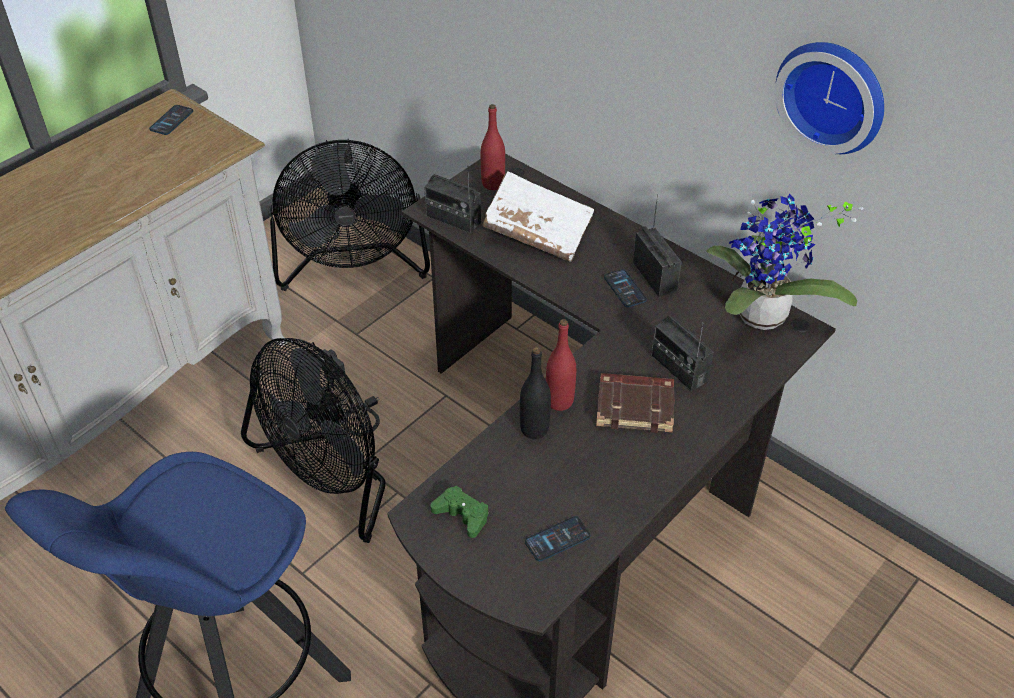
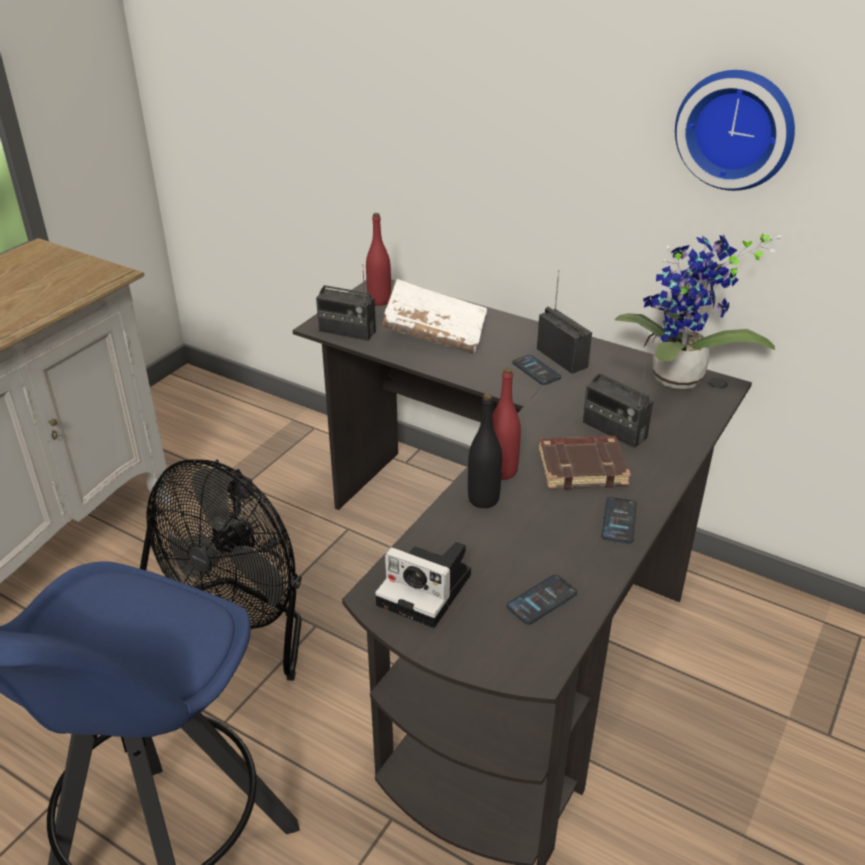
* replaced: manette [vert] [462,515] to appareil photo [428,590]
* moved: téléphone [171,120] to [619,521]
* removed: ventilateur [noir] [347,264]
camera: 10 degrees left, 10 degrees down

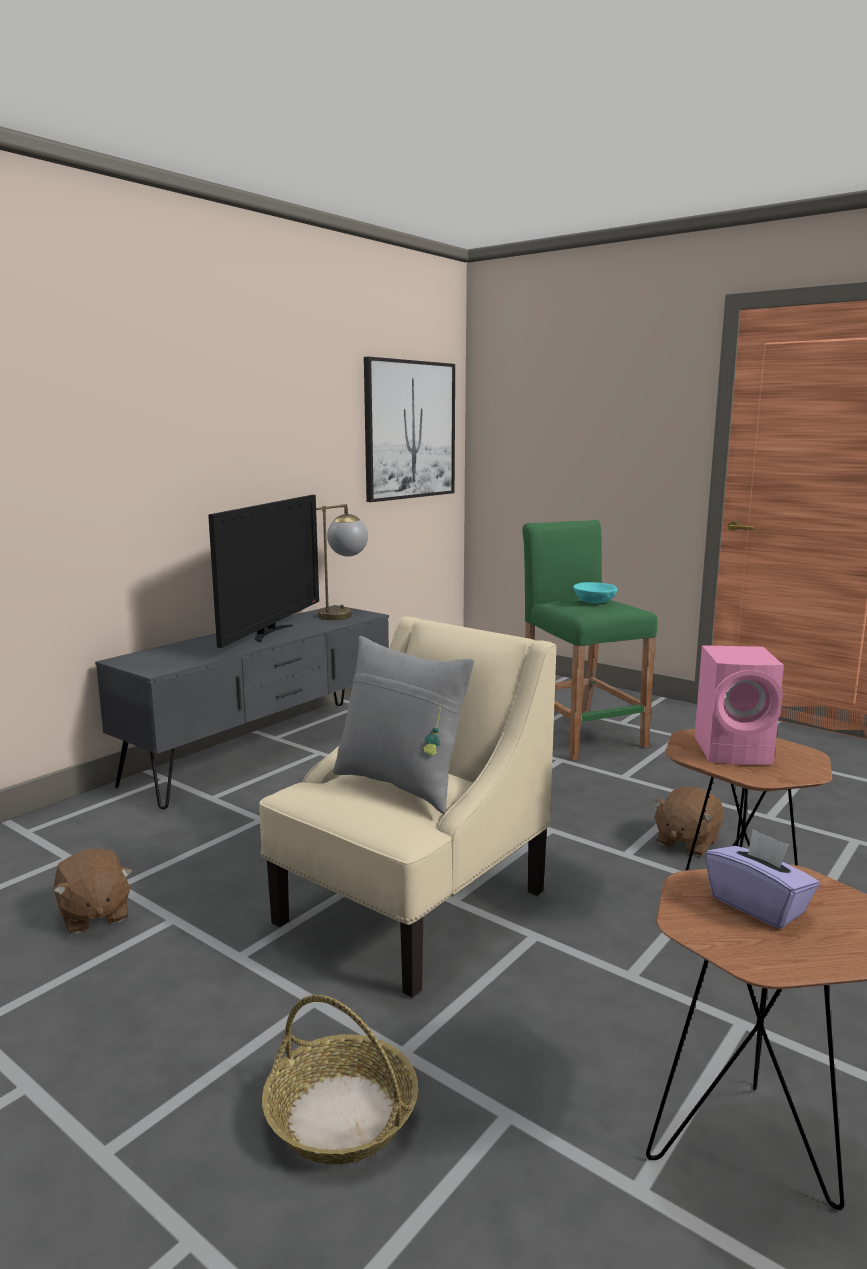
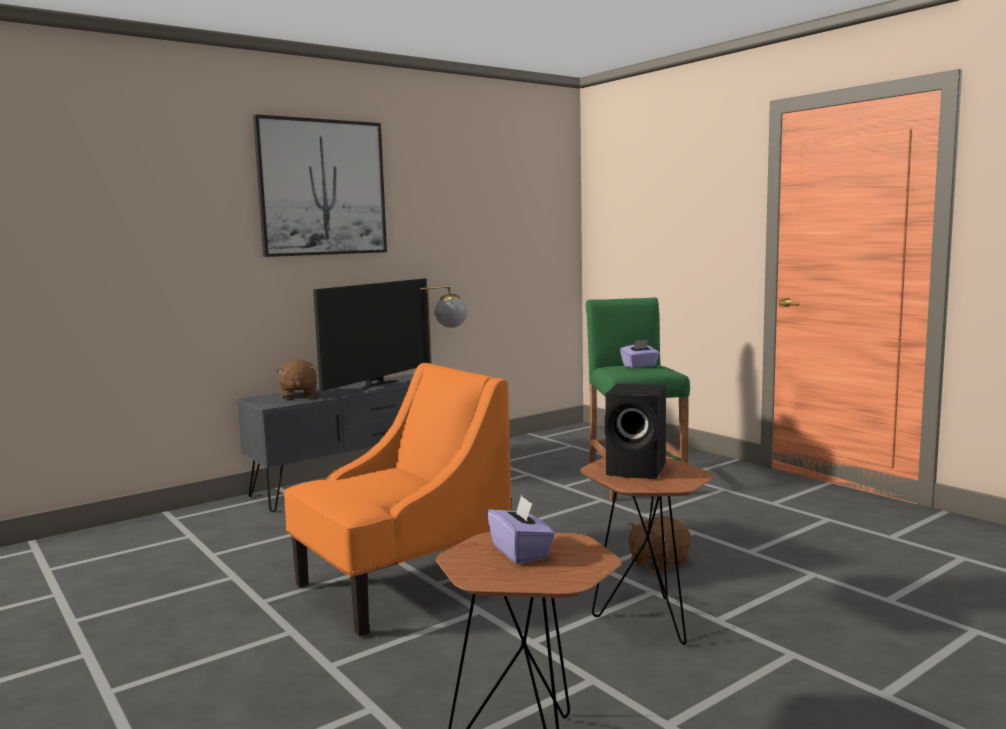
* moved: tableau [410,430] to [322,188]
* moved: peluche [marron] [94,915] to [298,395]
* recoloured: fauteuil [beige] [411,909] to fauteuil [orange] [401,586]
* recoloured: enceinte [rose] [735,751] to enceinte [noir] [638,470]
* replaced: bol [turquoise] [594,602] to boîte à mouchoirs [violet] [640,366]
* removed: panier [340,1115]
* removed: coussin [gris] [400,786]
camera: 15 degrees right, 5 degrees down

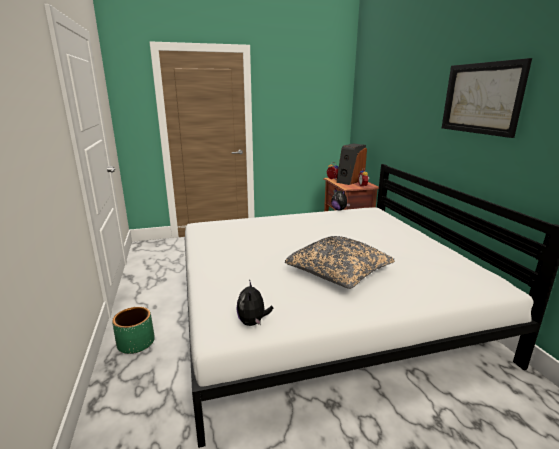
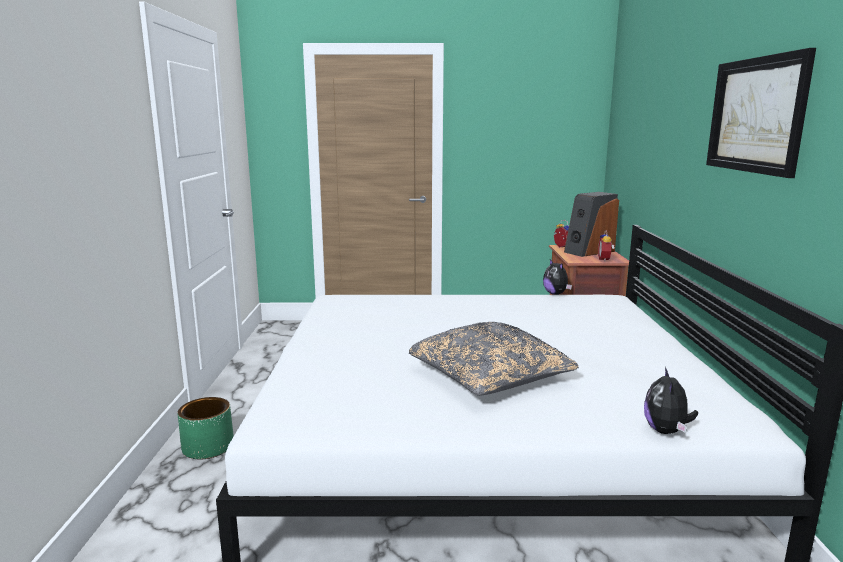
* moved: peluche [253,322] to [666,431]
camera: 15 degrees right, 5 degrees down

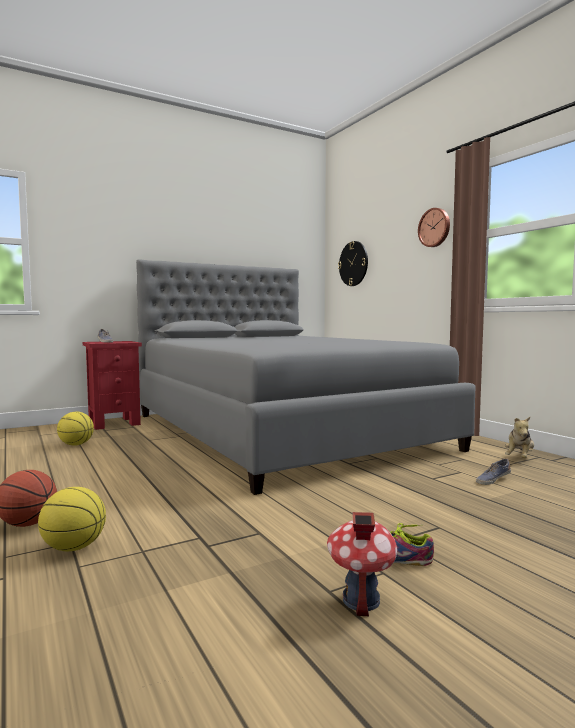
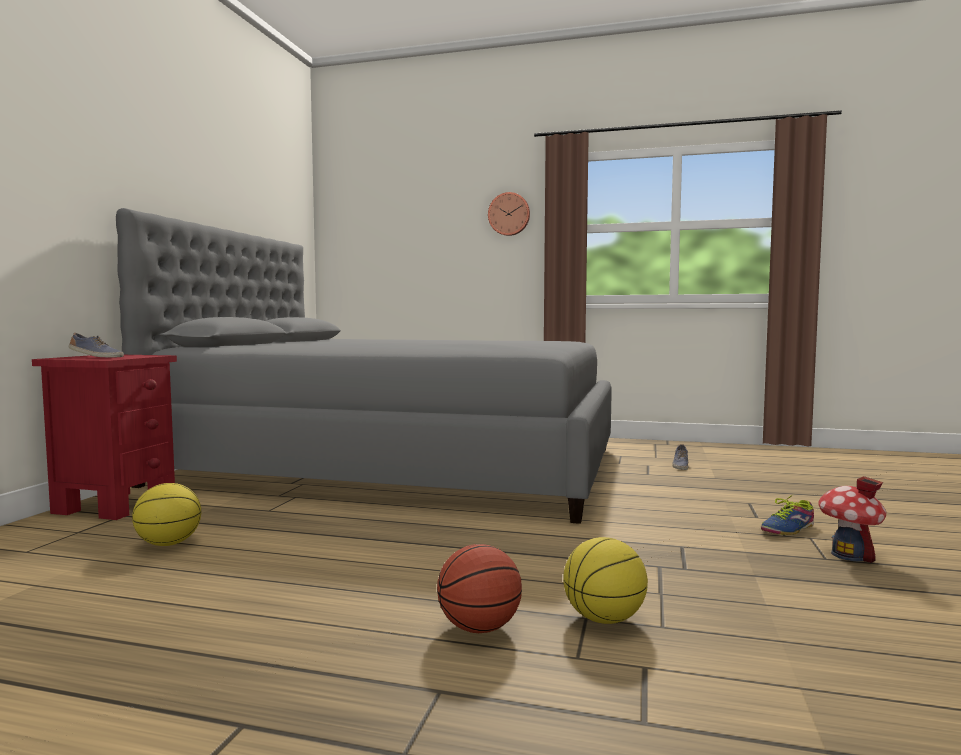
* removed: horloge murale [353,263]
* removed: peluche [519,458]
camera: 45 degrees left, 0 degrees up

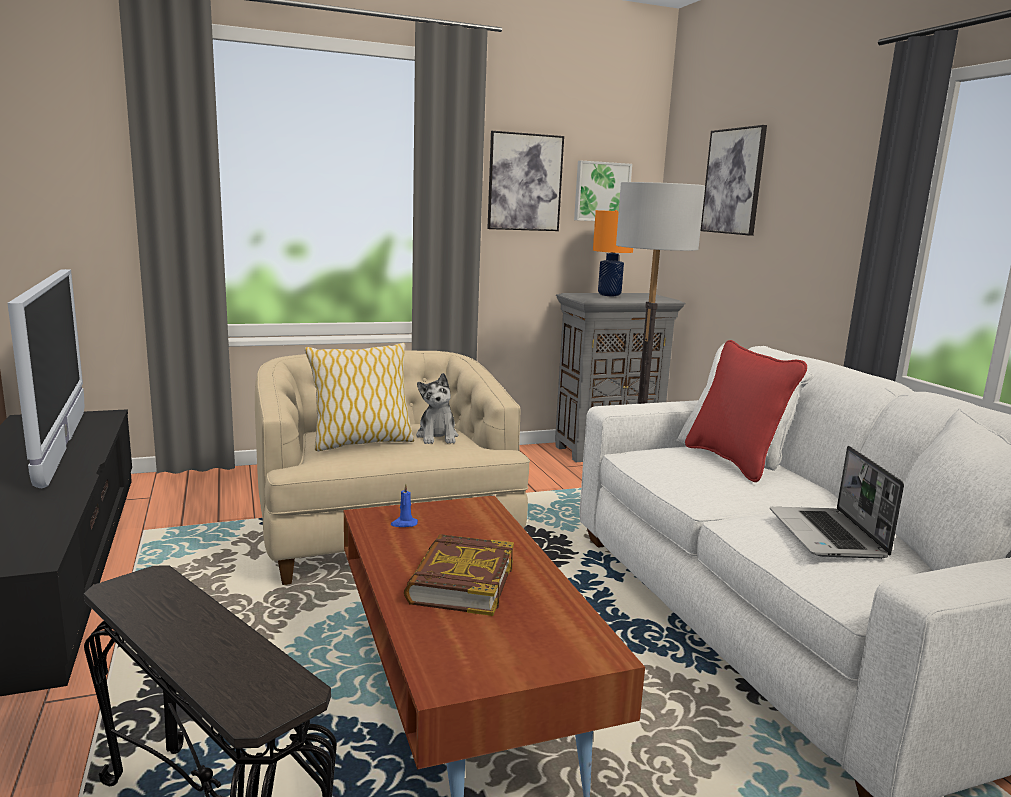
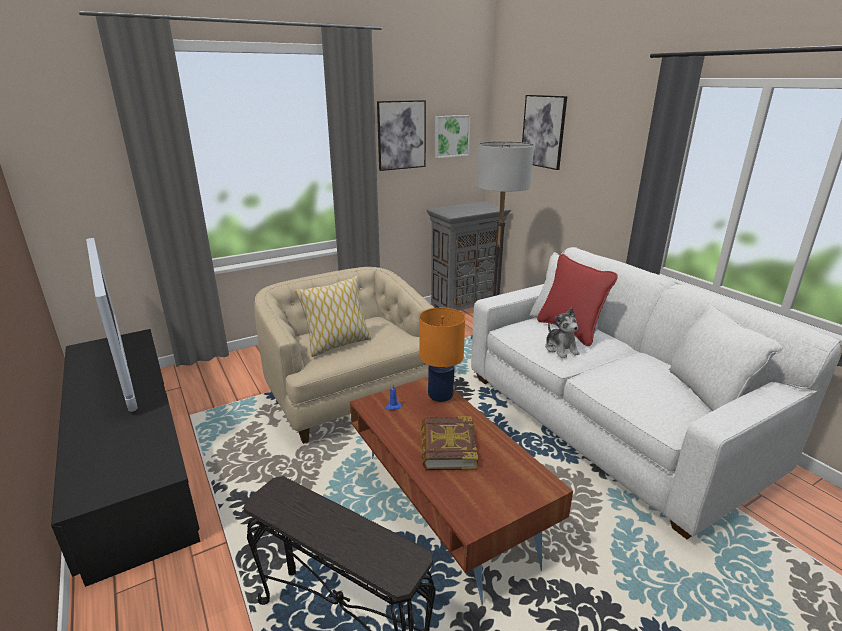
* moved: lampe de table [orange] [609,295] to [440,397]
* moved: peluche [437,436] to [560,349]
* removed: ordinateur portable [828,535]
camera: 10 degrees left, 10 degrees up

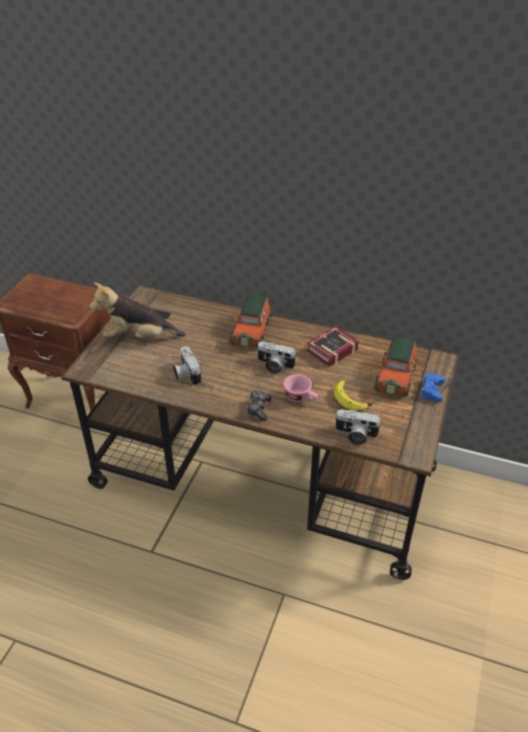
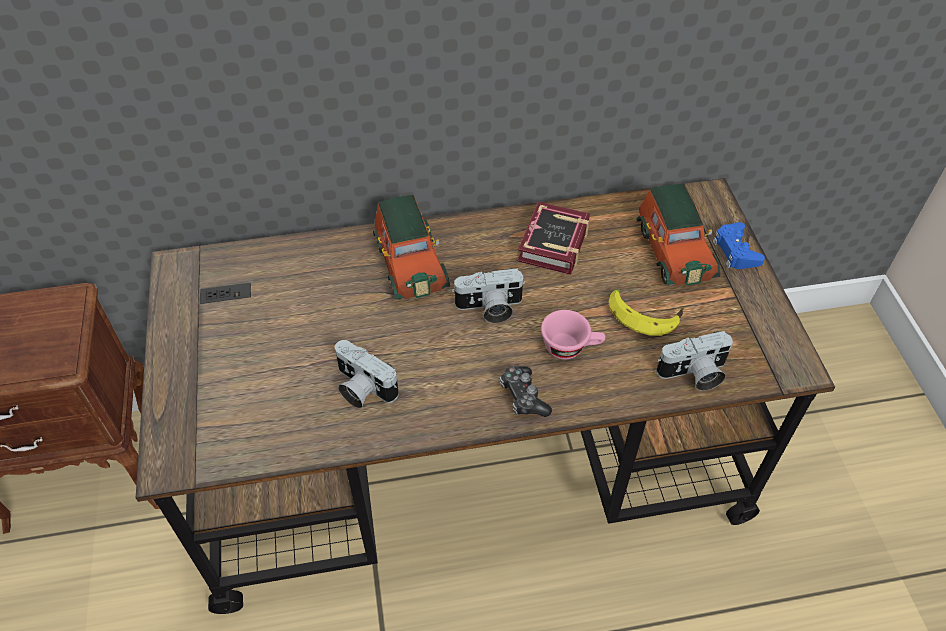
* removed: peluche [139,337]
camera: 30 degrees left, 10 degrees up

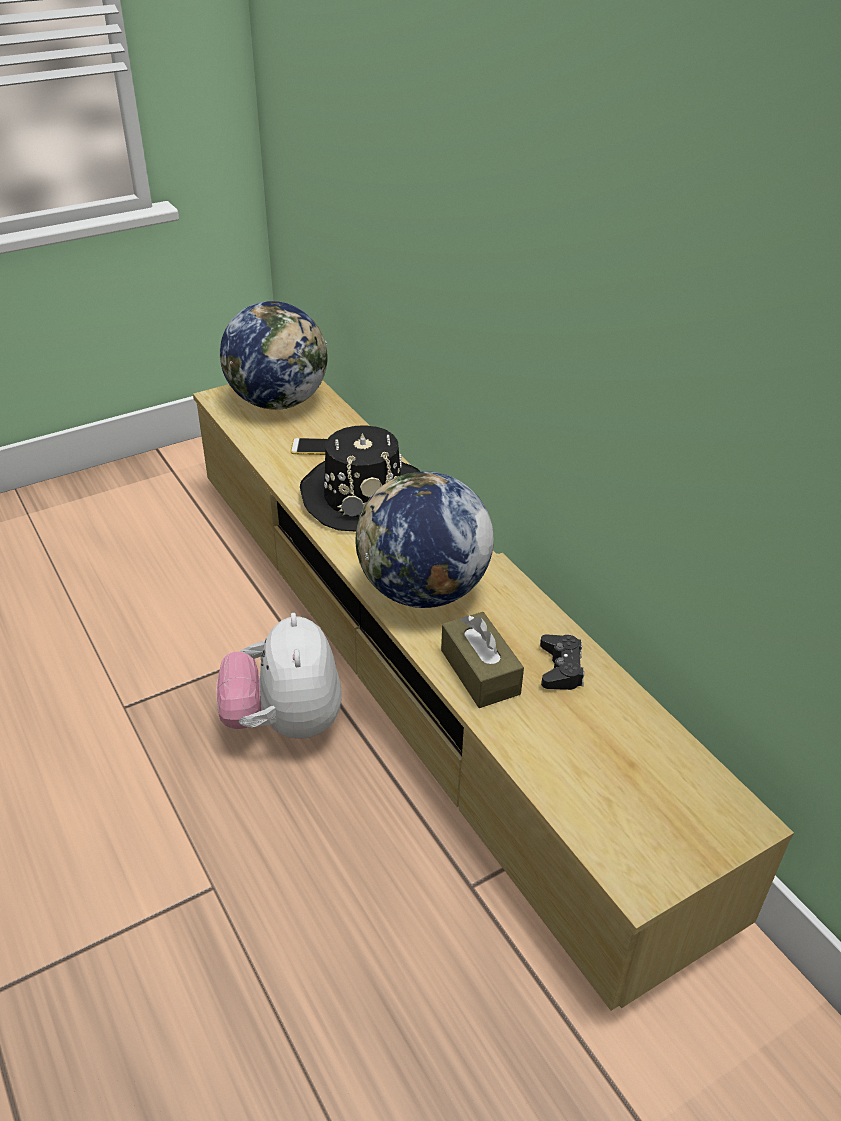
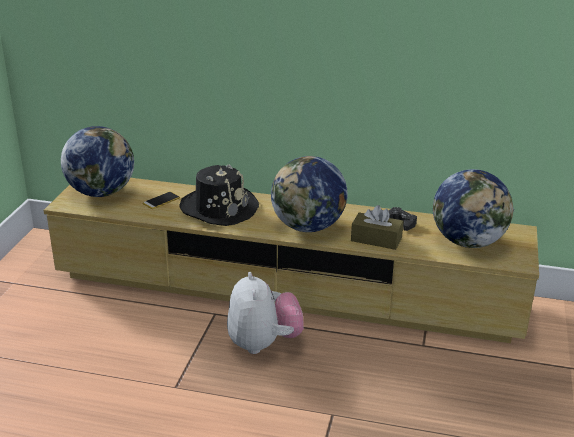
* turned: peluche [285,722] = [263,343] 135 degrees counterclockwise
* added: globe [468,242]
camera: 45 degrees left, 10 degrees down

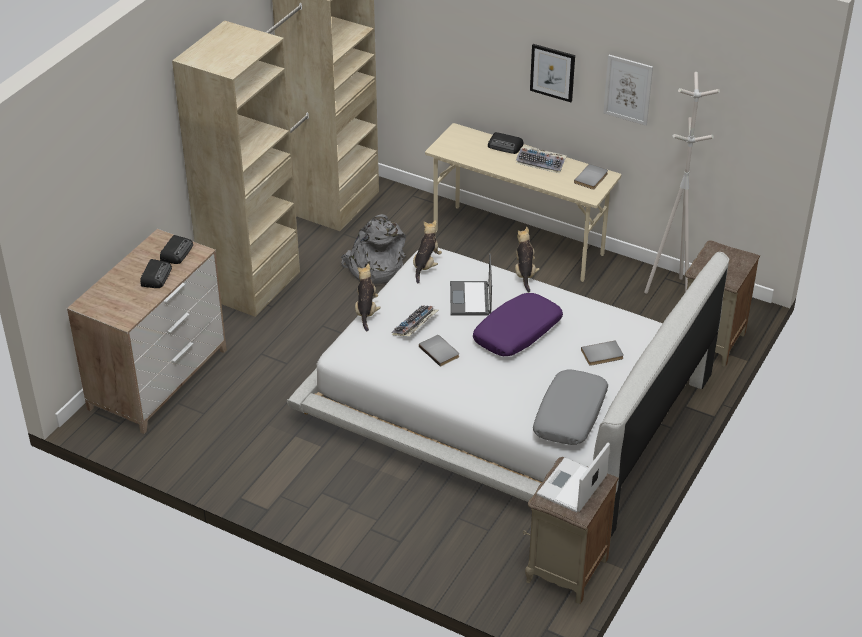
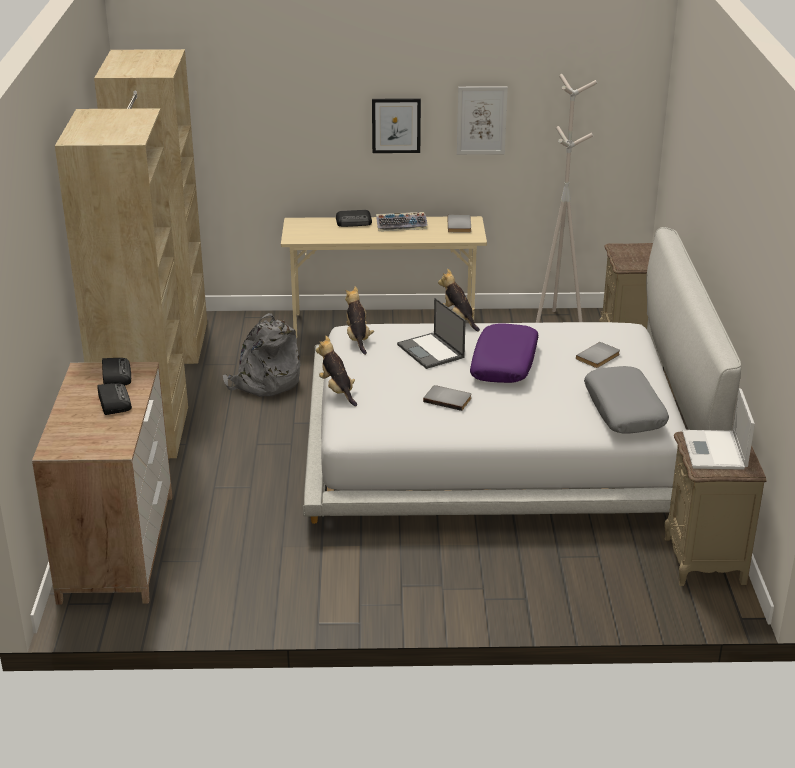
* removed: clavier [415,326]
camera: 30 degrees left, 10 degrees down

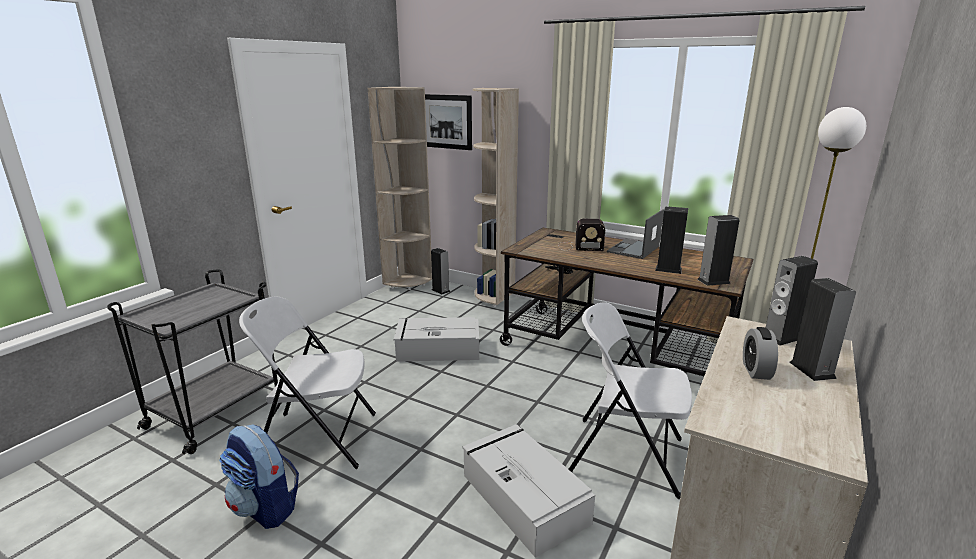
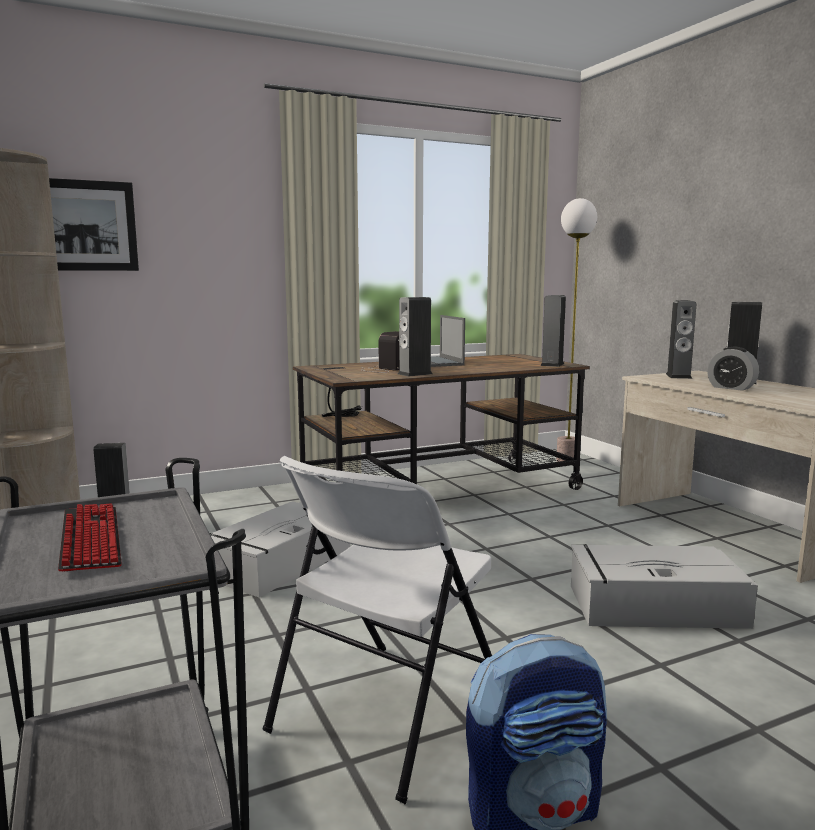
* added: clavier [91,539]
* moved: enceinte [668,269] to [415,374]
* removed: bibliothèque [beige] [491,299]
* removed: chaise [blanc] [626,455]
camera: 55 degrees left, 10 degrees down

